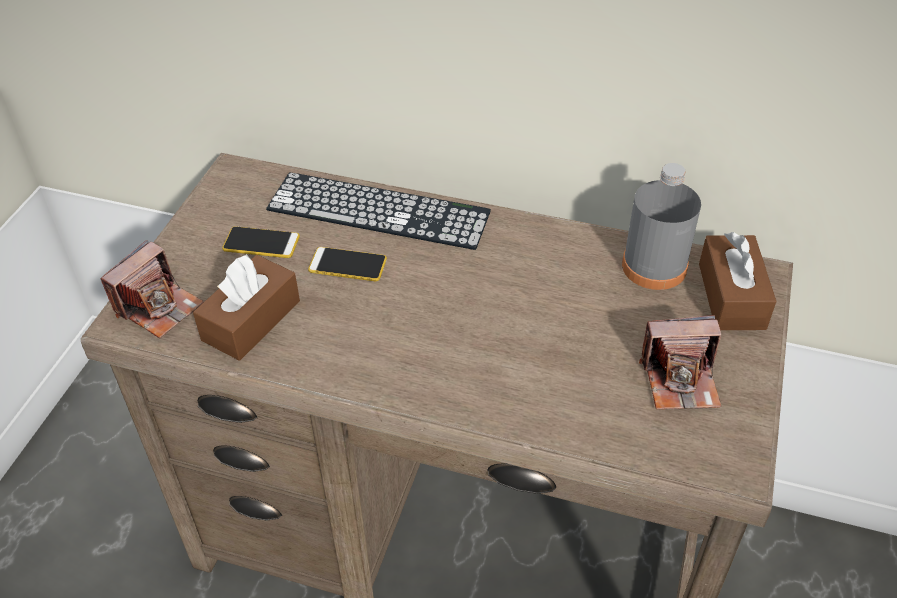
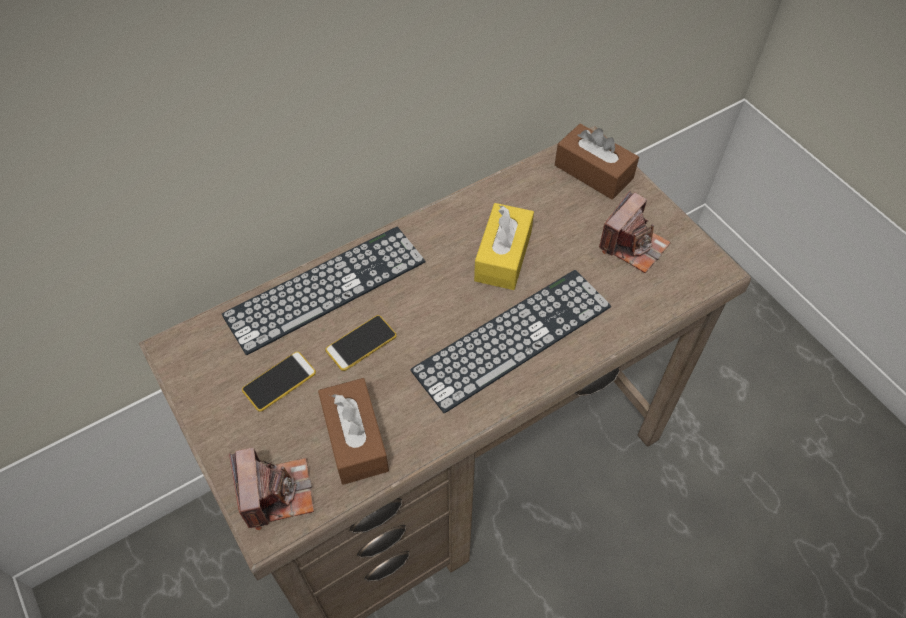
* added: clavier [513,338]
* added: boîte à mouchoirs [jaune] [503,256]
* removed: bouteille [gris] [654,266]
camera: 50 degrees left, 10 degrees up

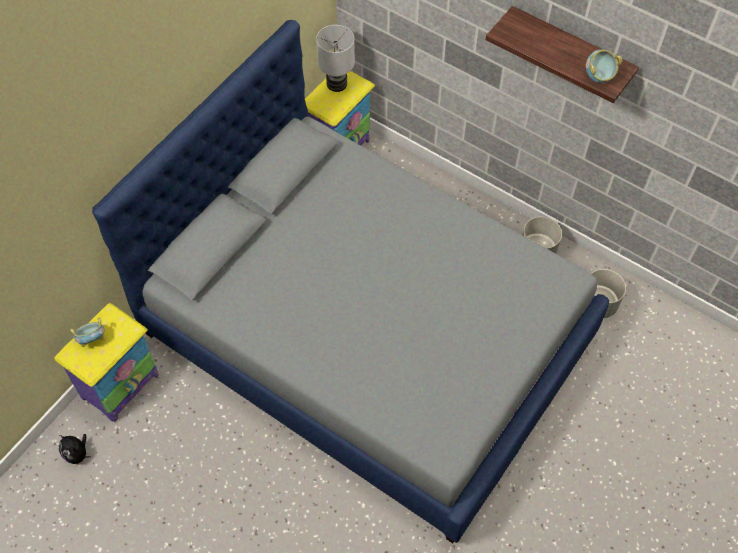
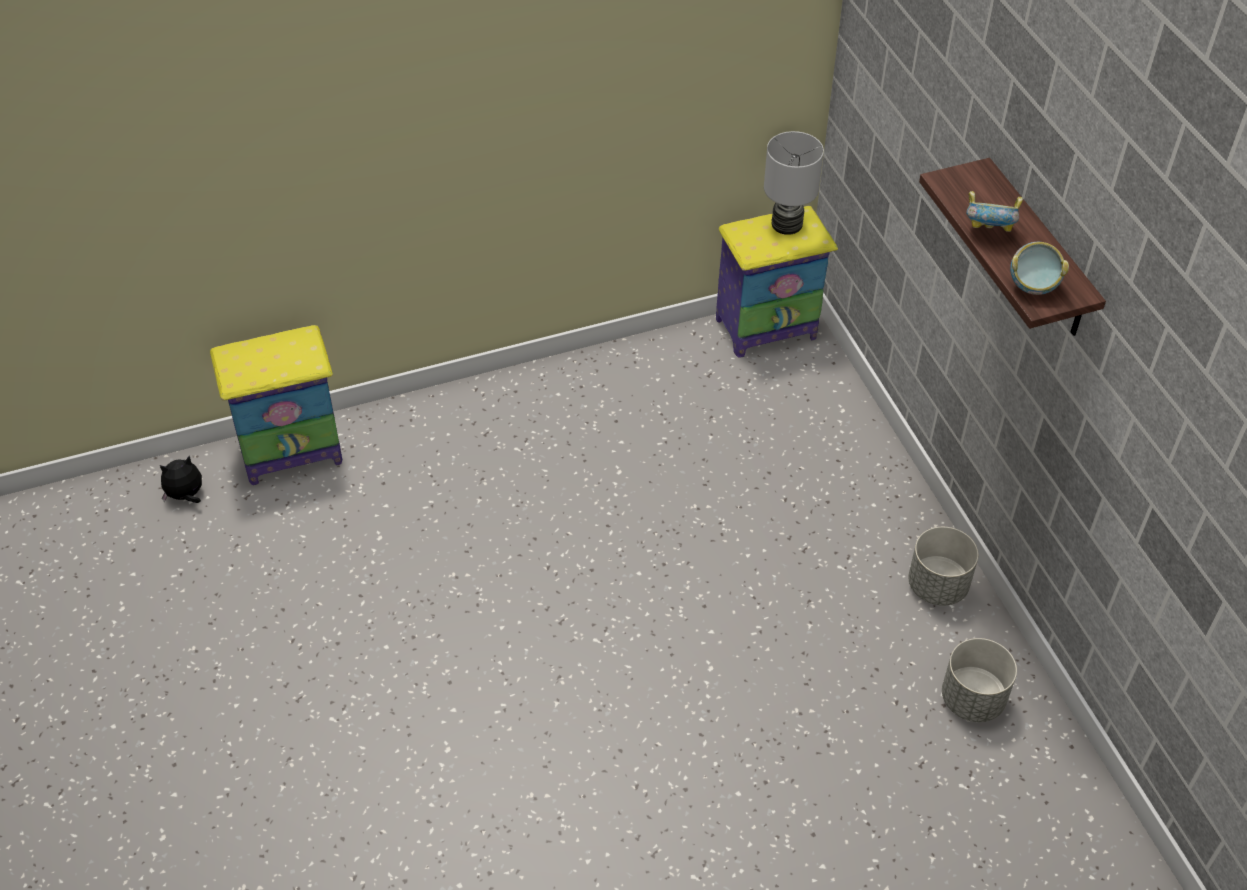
* turned: peluche [78,454] = [186,496] 75 degrees clockwise
* moved: bol [92,339] to [989,231]
* removed: lit [gris] [367,334]
camera: 35 degrees right, 10 degrees down

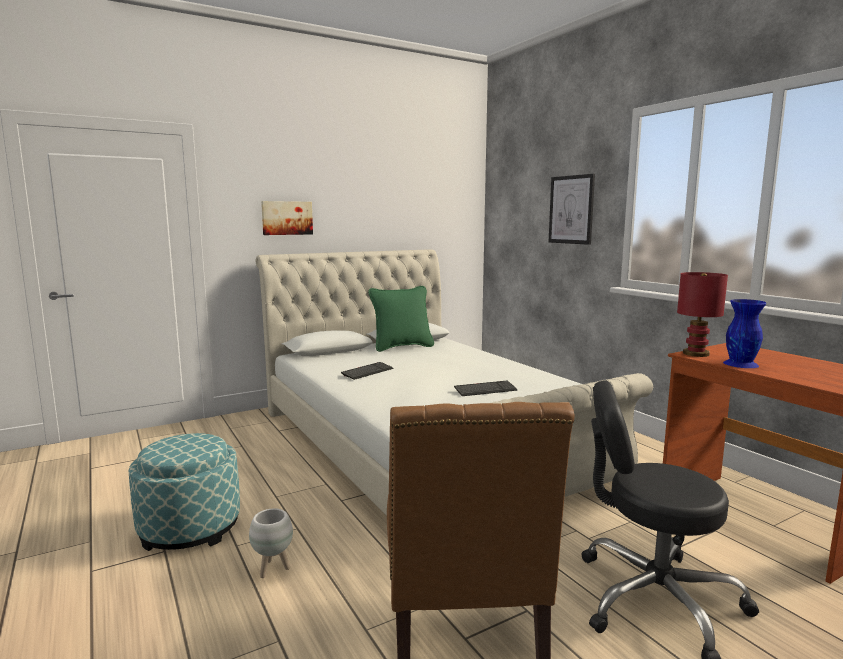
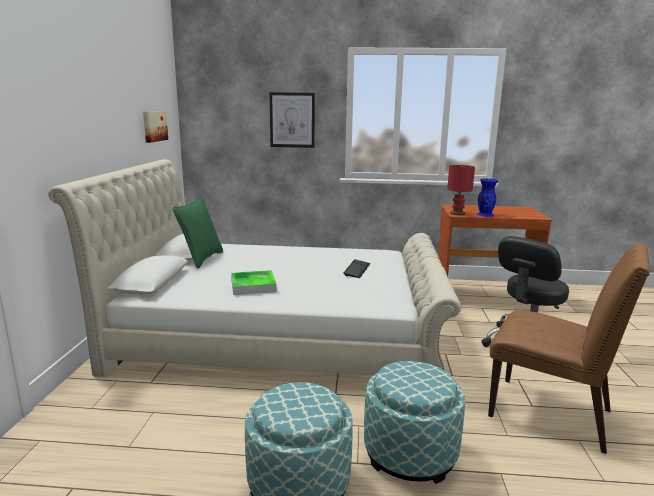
* moved: tableau [287,218] to [154,126]
* replaced: clavier [367,372] to plateau [253,285]
* replaced: cache-pot [blanc] [273,569] to pouf [410,453]
camera: 55 degrees left, 5 degrees up

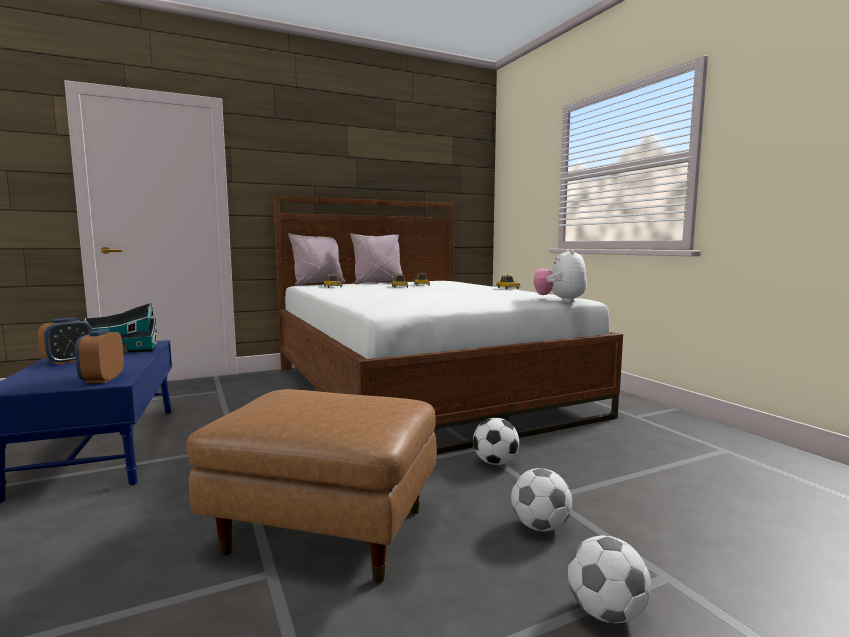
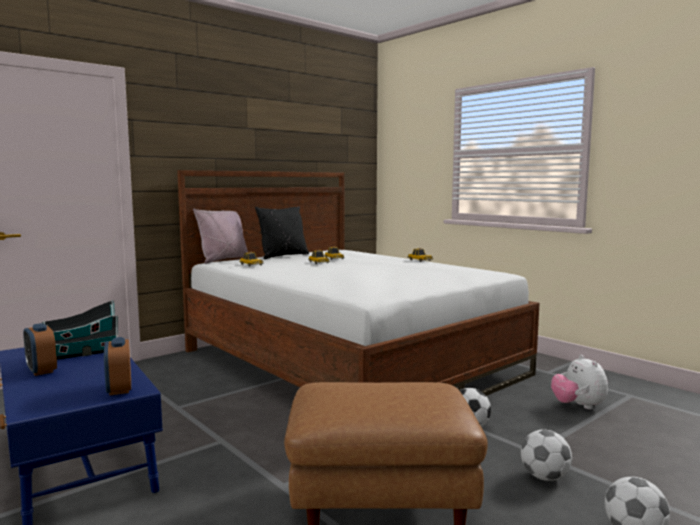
* turned: réveil [69,361] = [41,370] 120 degrees clockwise
* recoloured: coussin [violet] [378,283] to coussin [noir] [283,256]
* moved: peluche [560,301] to [578,406]
camera: 15 degrees left, 0 degrees up

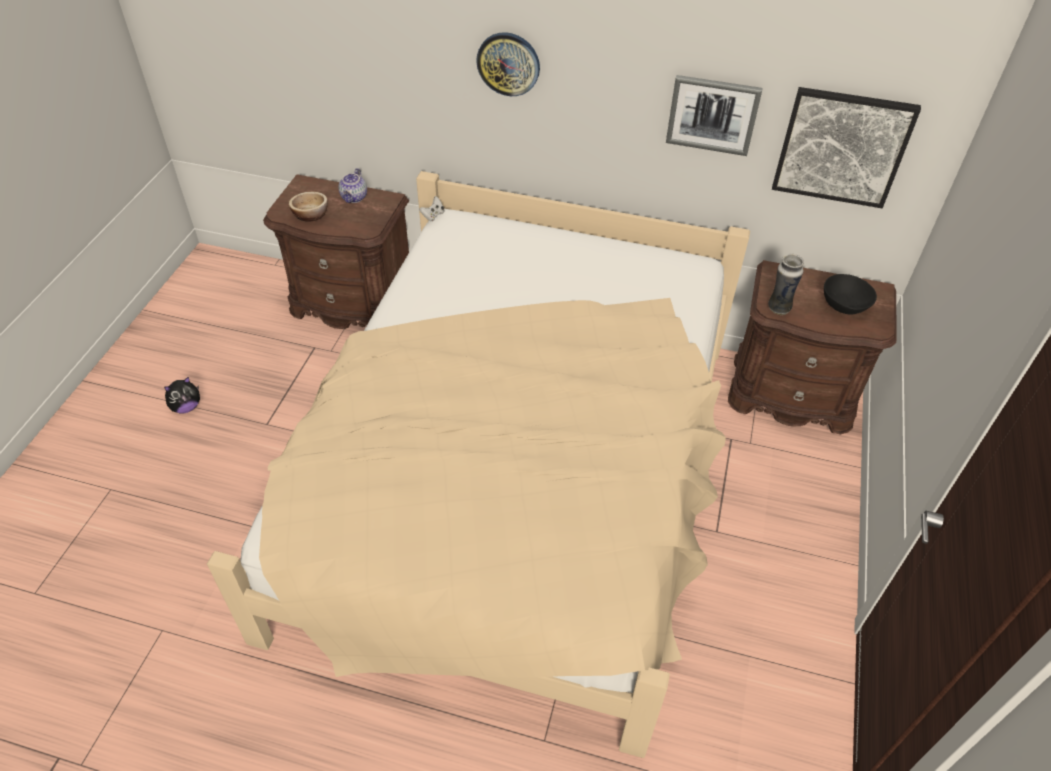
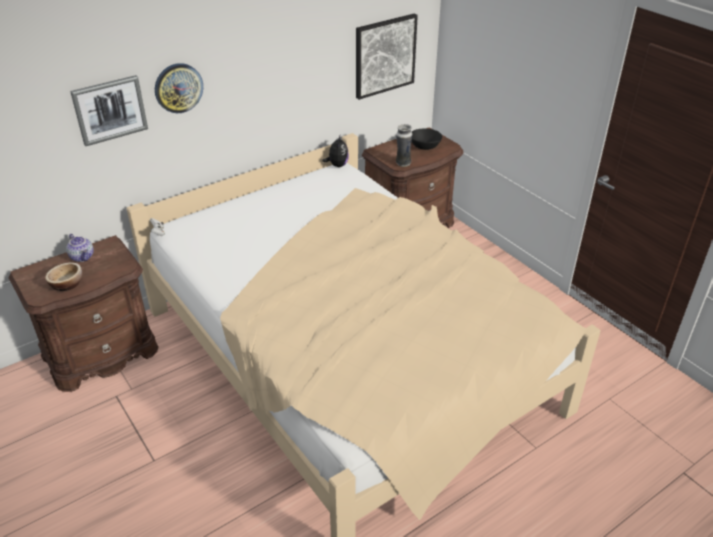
* moved: tableau [712,114] to [110,110]
* moved: peluche [186,407] to [337,165]
camera: 50 degrees left, 10 degrees down

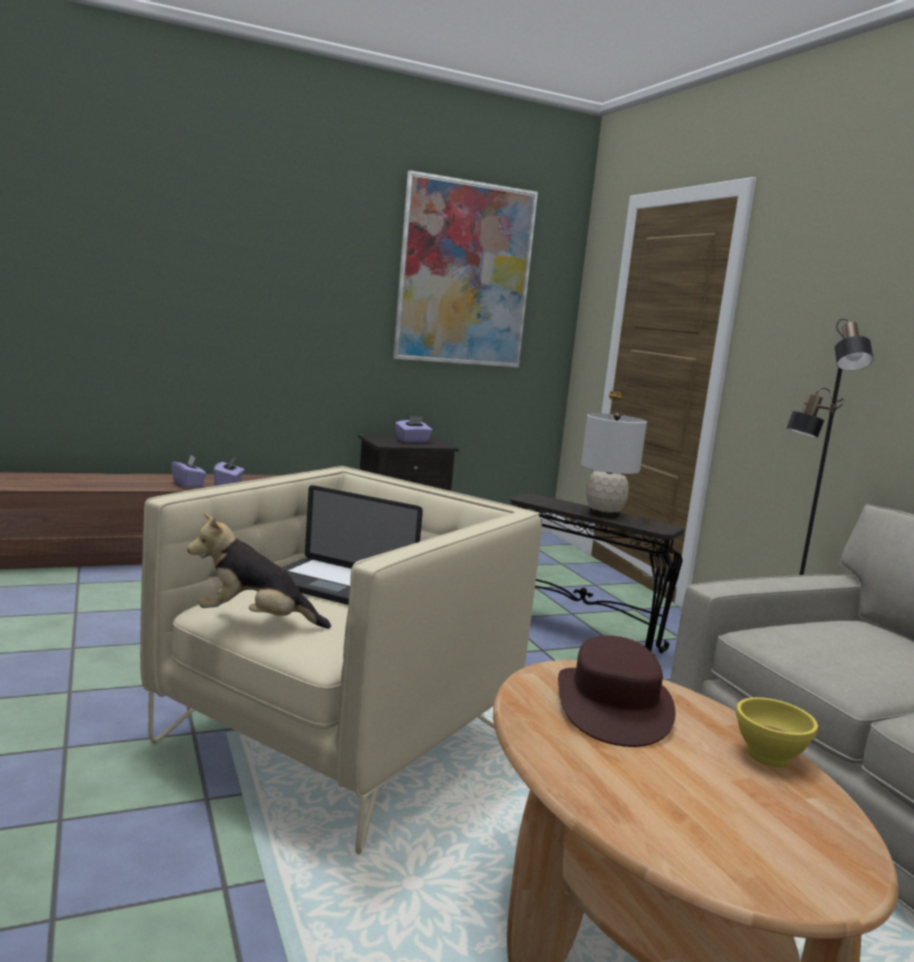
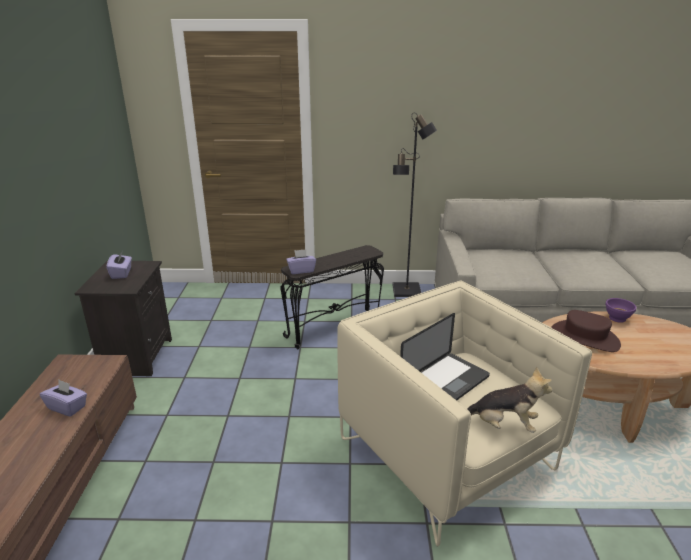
* moved: boîte à mouchoirs [violet] [188,484] to [301,270]
* turned: peluche [255,621] = [502,425] 105 degrees counterclockwise
* recoloured: bol [jaune] [767,755] to bol [violet] [617,318]
* removed: tableau [465,274]
* removed: lampe de table [blanc] [603,514]
camera: 65 degrees left, 15 degrees up

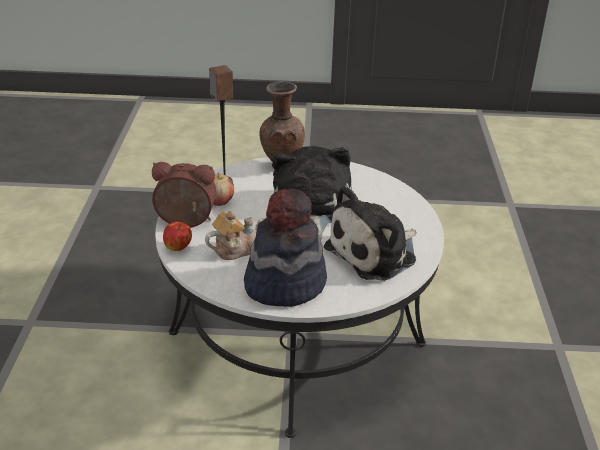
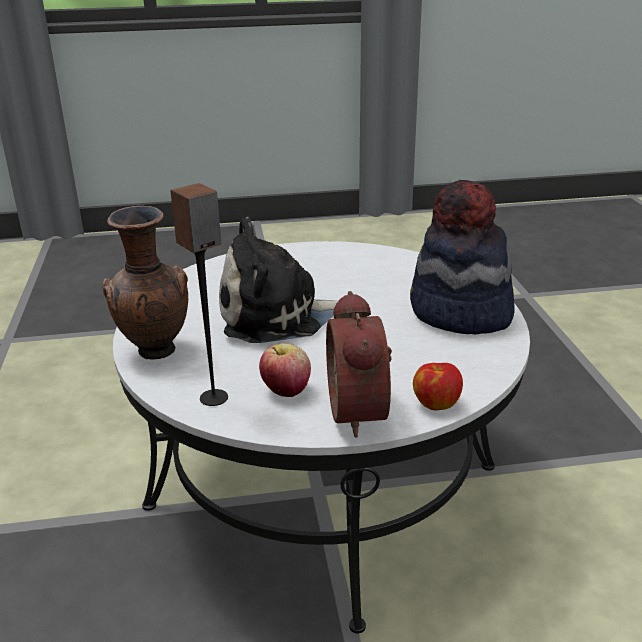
* removed: théière [236,249]
* removed: peluche [375,253]
camera: 100 degrees left, 5 degrees down

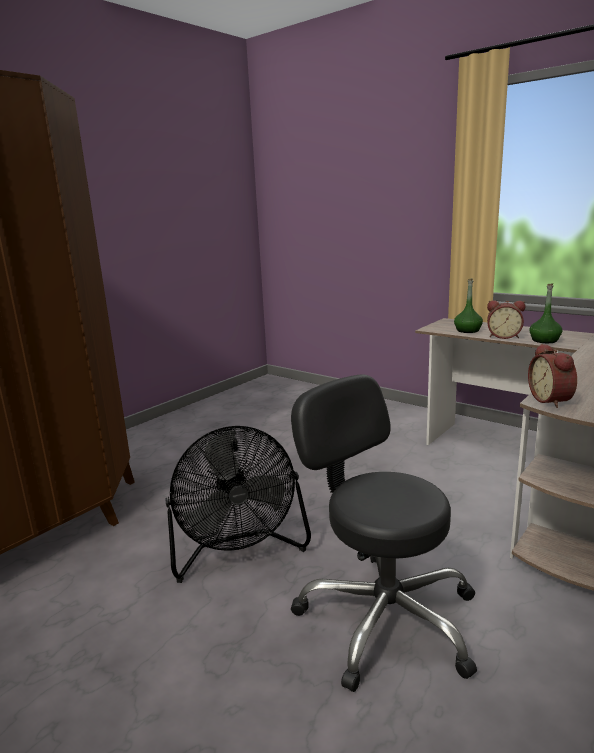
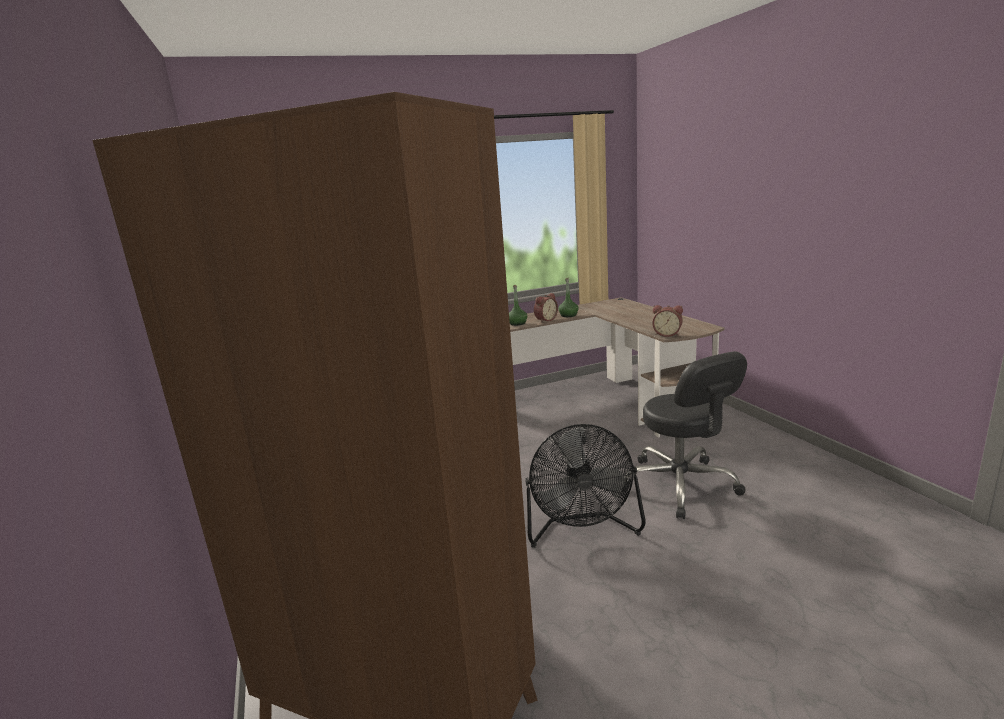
* turned: ventilateur [noir] [233,551] = [577,528] 75 degrees clockwise
* turned: chaise de bureau [noir] [380,613] = [682,488] 105 degrees counterclockwise
camera: 60 degrees left, 0 degrees up

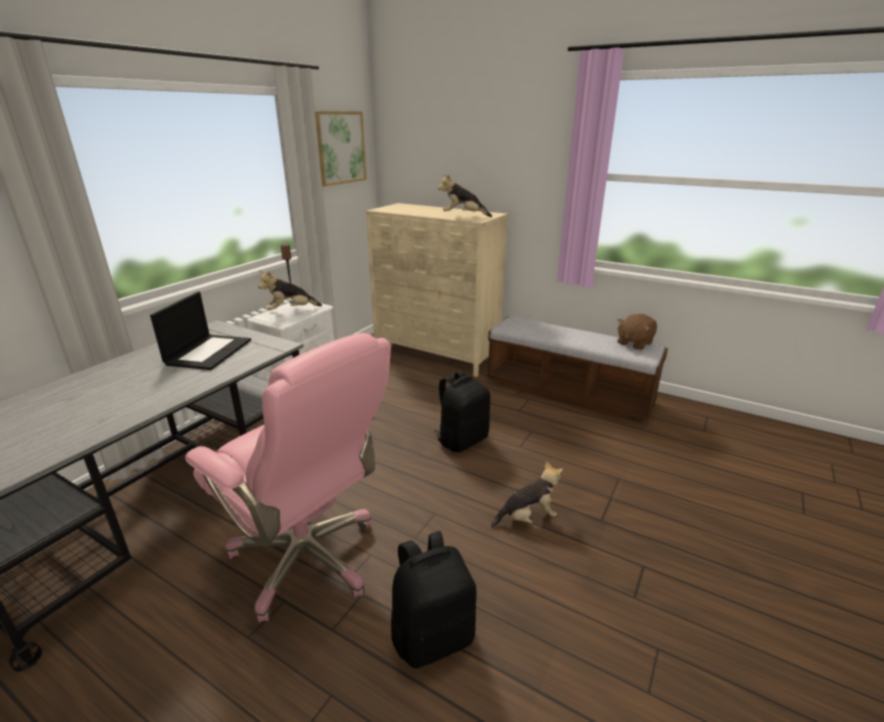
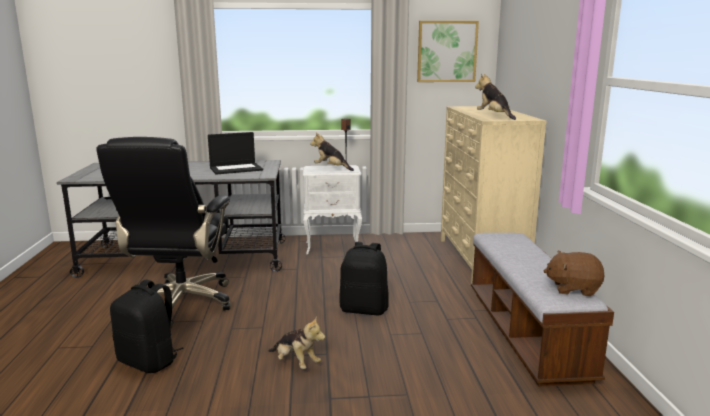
* recoloured: chaise de bureau [rose] [307,562] to chaise de bureau [noir] [180,305]
camera: 55 degrees right, 10 degrees down

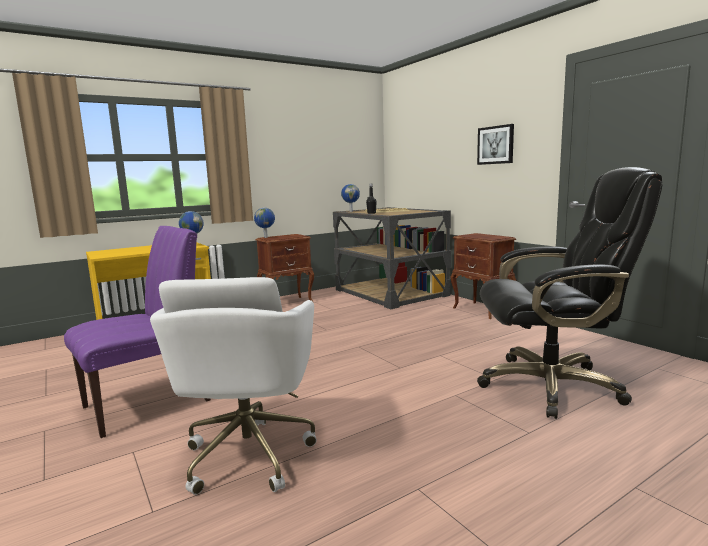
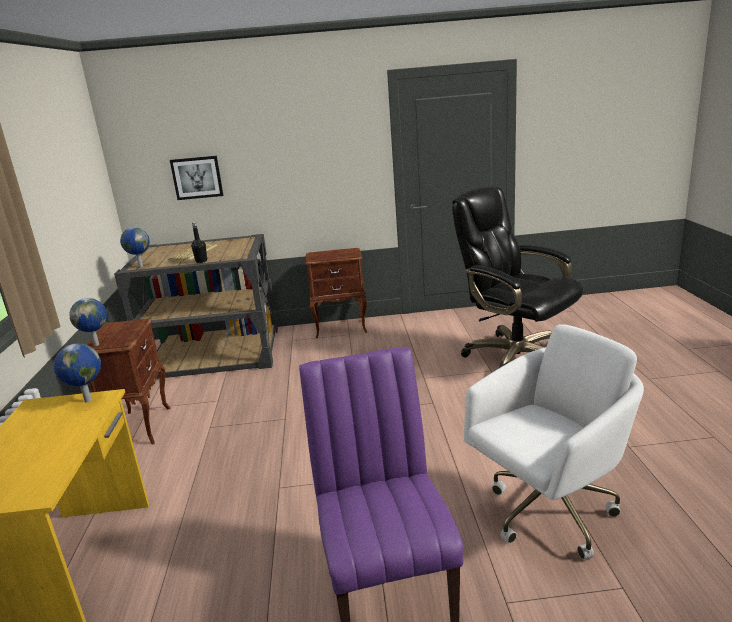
* moved: tableau [495,145] to [197,177]
* turned: chaise de bureau [noir] [549,385] = [516,356] 75 degrees counterclockwise
* turned: chaise de bureau [blanc] [250,453] = [547,517] 60 degrees counterclockwise
camera: 60 degrees left, 10 degrees up

